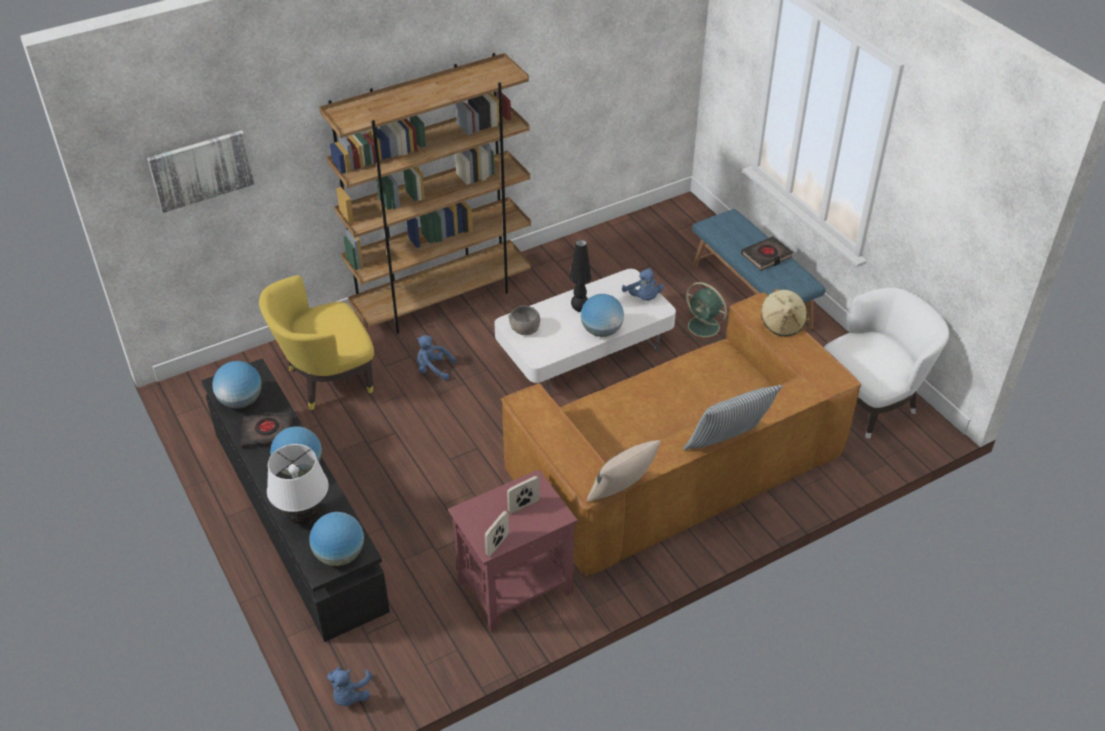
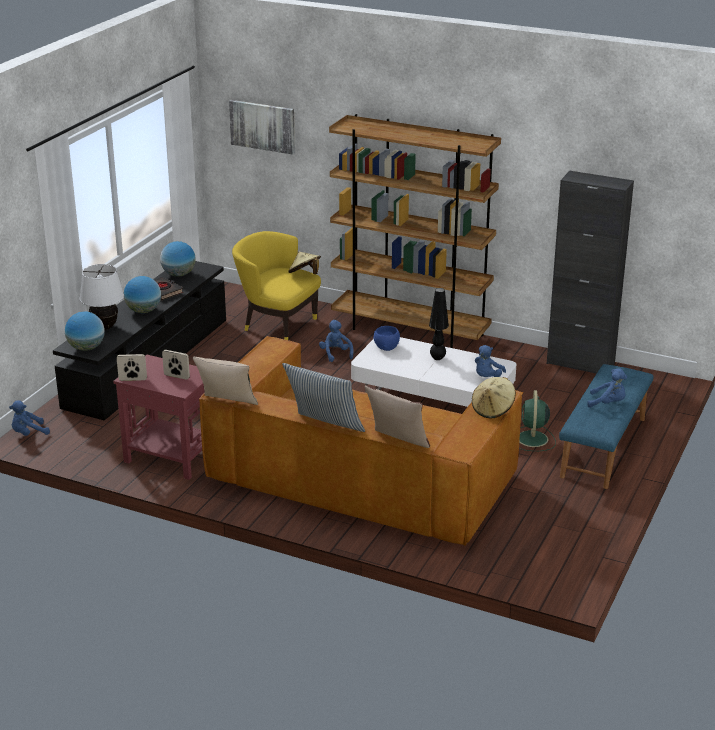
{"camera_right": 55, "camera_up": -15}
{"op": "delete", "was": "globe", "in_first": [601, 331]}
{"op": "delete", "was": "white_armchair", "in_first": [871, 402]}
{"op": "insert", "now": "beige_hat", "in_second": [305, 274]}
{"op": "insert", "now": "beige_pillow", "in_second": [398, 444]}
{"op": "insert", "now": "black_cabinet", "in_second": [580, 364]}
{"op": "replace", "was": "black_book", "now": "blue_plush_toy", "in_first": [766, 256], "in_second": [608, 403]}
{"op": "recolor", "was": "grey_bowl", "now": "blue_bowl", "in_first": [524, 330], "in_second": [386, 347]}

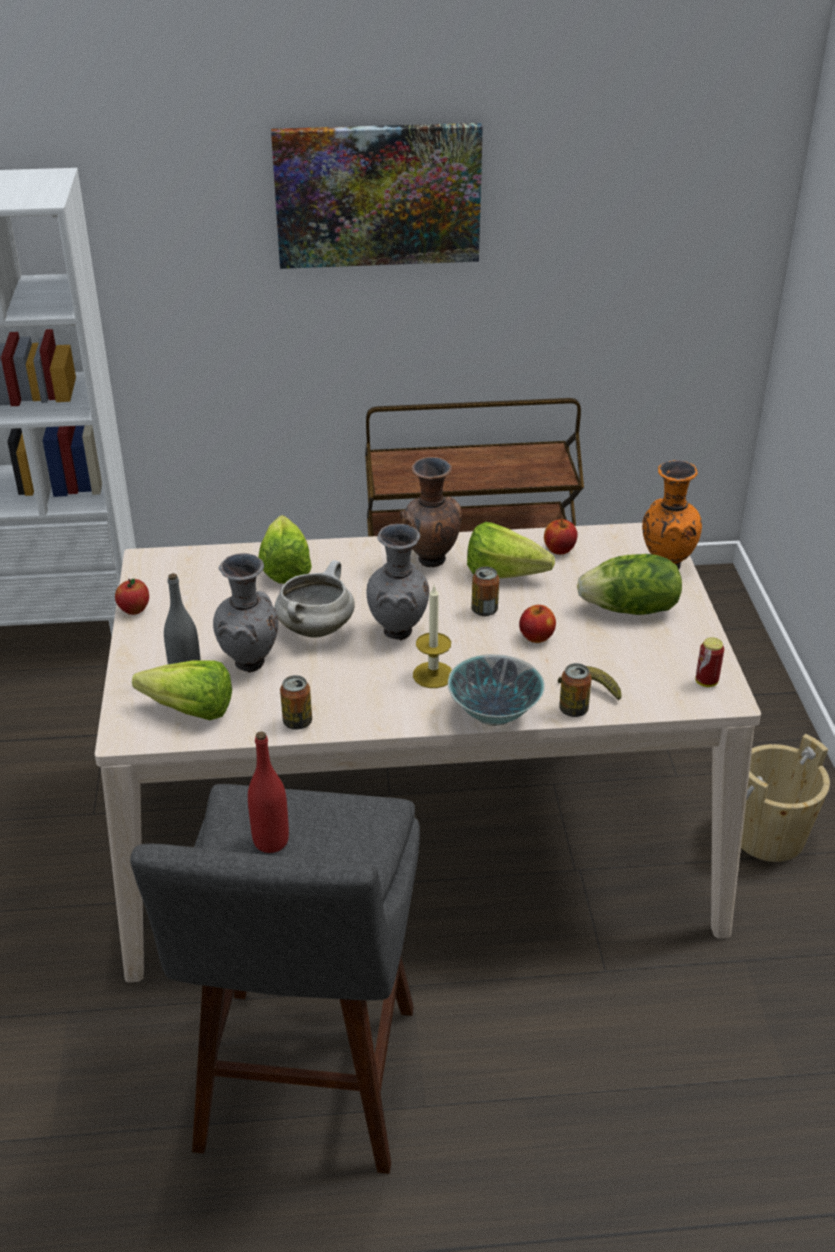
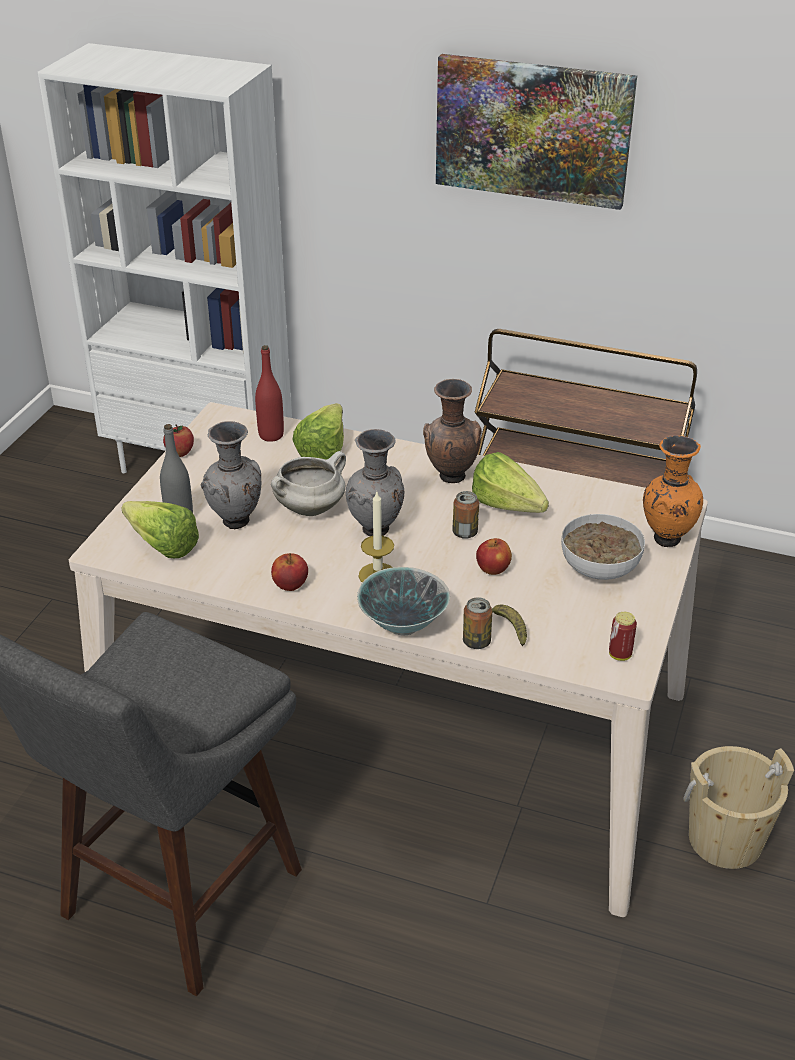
{"camera_right": 25, "camera_up": 0}
{"op": "delete", "was": "can", "in_first": [297, 722]}
{"op": "move", "was": "red_bottle", "in_first": [271, 841], "in_second": [271, 435]}
{"op": "move", "was": "apple", "in_first": [559, 550], "in_second": [290, 585]}
{"op": "replace", "was": "lettuce", "now": "bowl", "in_first": [630, 609], "in_second": [599, 569]}

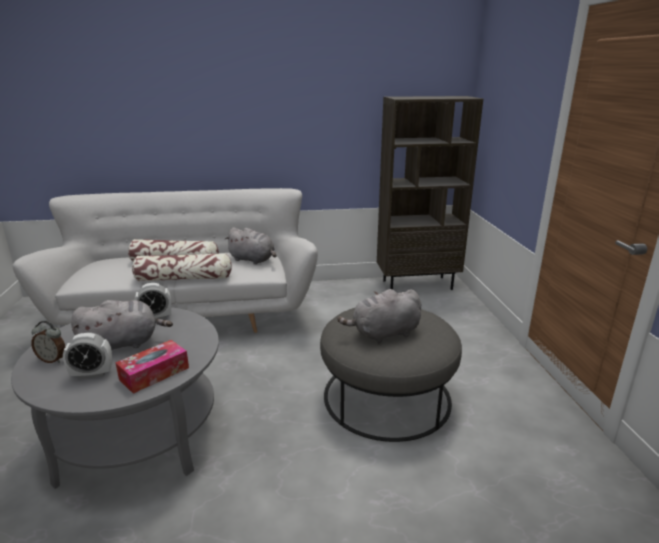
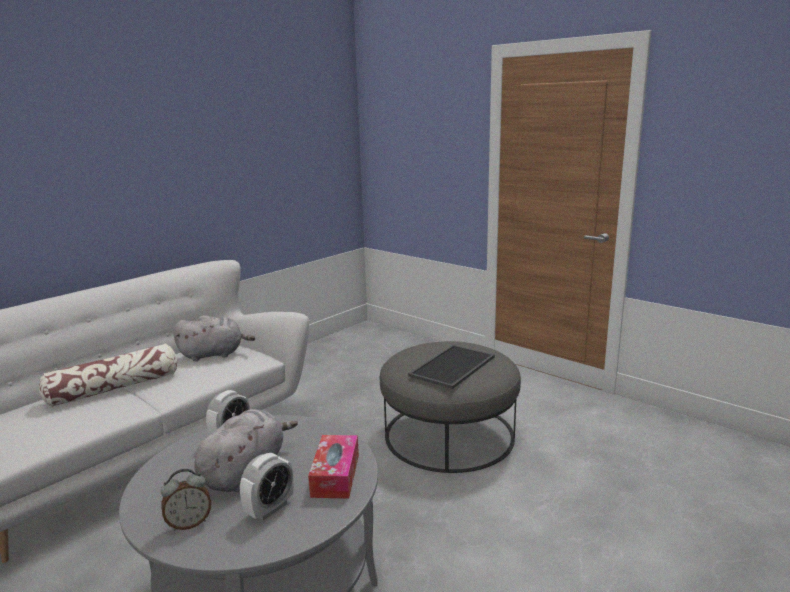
{"camera_right": -40, "camera_up": -5}
{"op": "delete", "was": "pillow", "in_first": [184, 278]}
{"op": "delete", "was": "brown_bookcase", "in_first": [417, 284]}
{"op": "replace", "was": "grey_plush_toy", "now": "tray", "in_first": [383, 334], "in_second": [453, 367]}

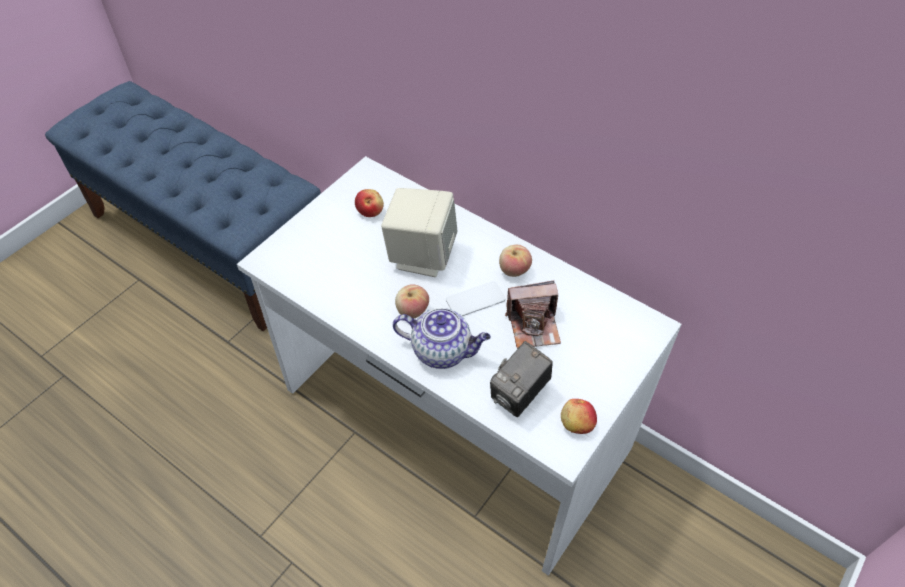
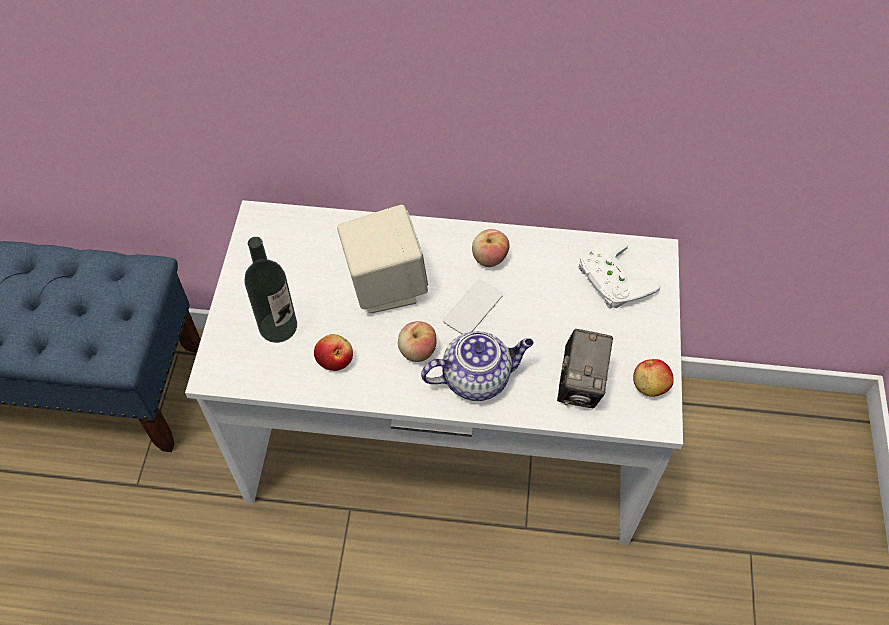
{"camera_right": -30, "camera_up": 5}
{"op": "delete", "was": "photo_camera", "in_first": [533, 326]}
{"op": "insert", "now": "bottle", "in_second": [278, 327]}
{"op": "insert", "now": "white_game_controller", "in_second": [611, 279]}
{"op": "move", "was": "apple", "in_first": [370, 211], "in_second": [335, 359]}

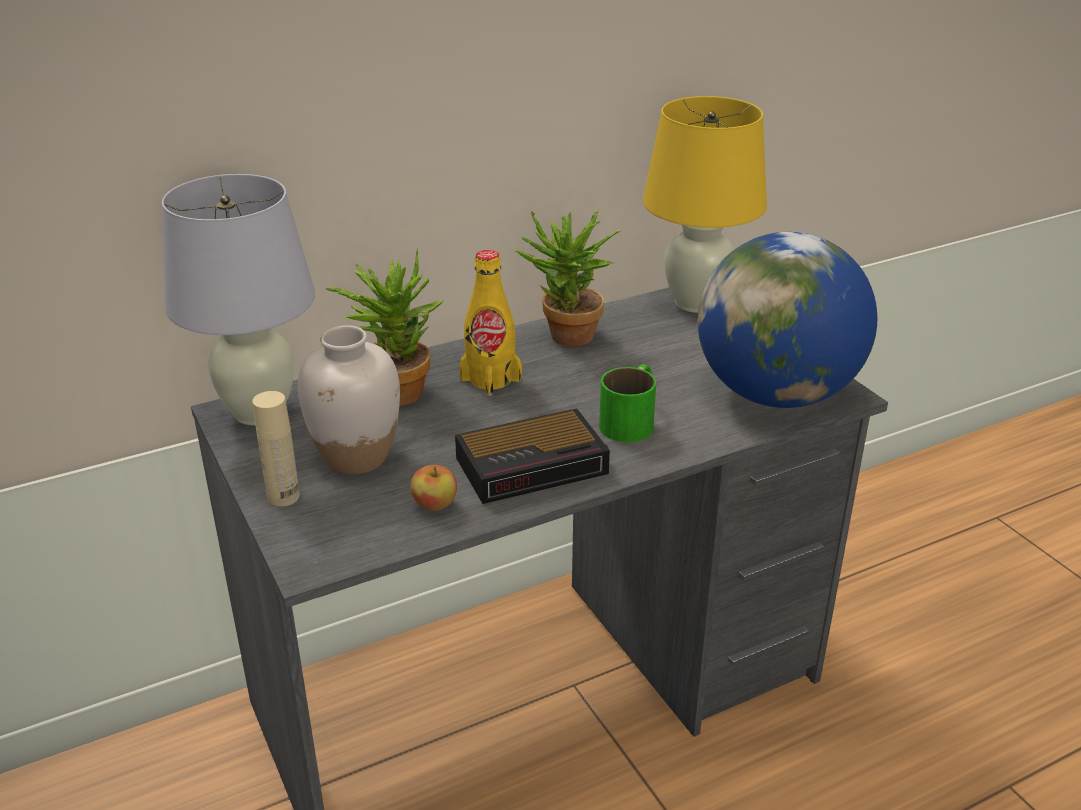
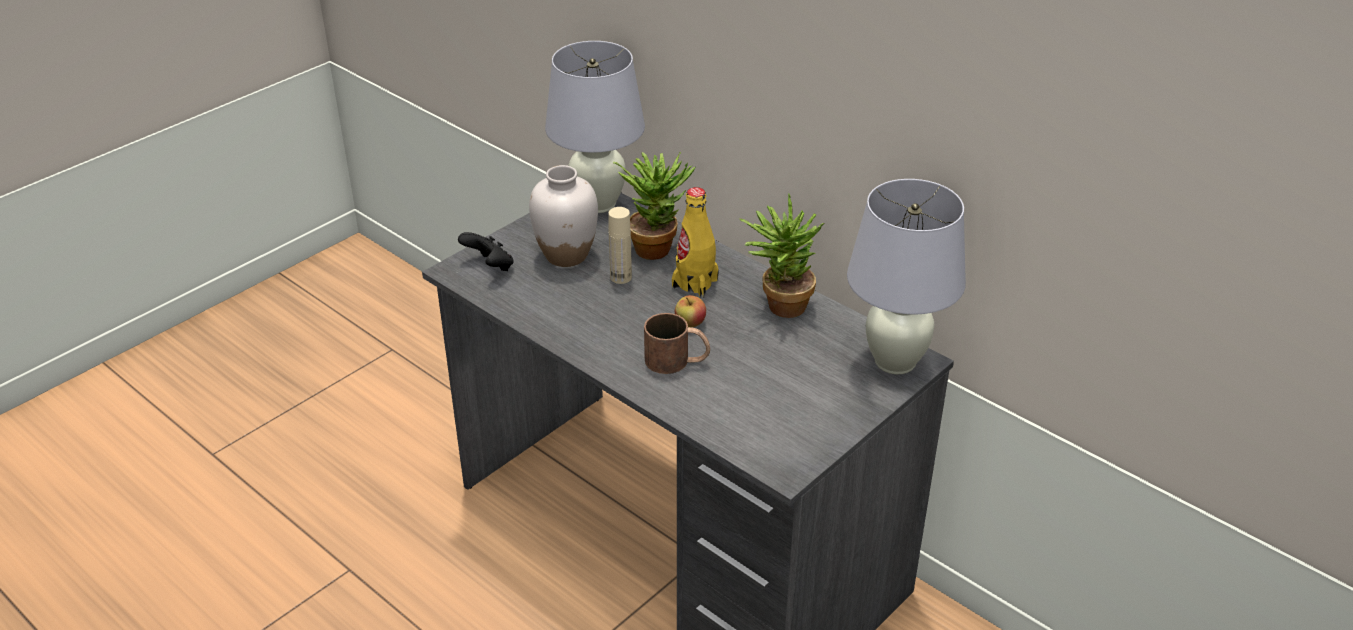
{"camera_right": 70, "camera_up": 5}
{"op": "delete", "was": "alarm_clock", "in_first": [535, 465]}
{"op": "delete", "was": "globe", "in_first": [776, 394]}
{"op": "insert", "now": "black_game_controller", "in_second": [490, 267]}
{"op": "move", "was": "beige_bottle", "in_first": [283, 496], "in_second": [621, 277]}
{"op": "move", "was": "apple", "in_first": [435, 505], "in_second": [690, 323]}
{"op": "recolor", "was": "green_mug", "now": "brown_mug", "in_first": [632, 420], "in_second": [677, 361]}
{"op": "recolor", "was": "yellow_table_lamp", "now": "white_table_lamp", "in_first": [696, 303], "in_second": [895, 361]}

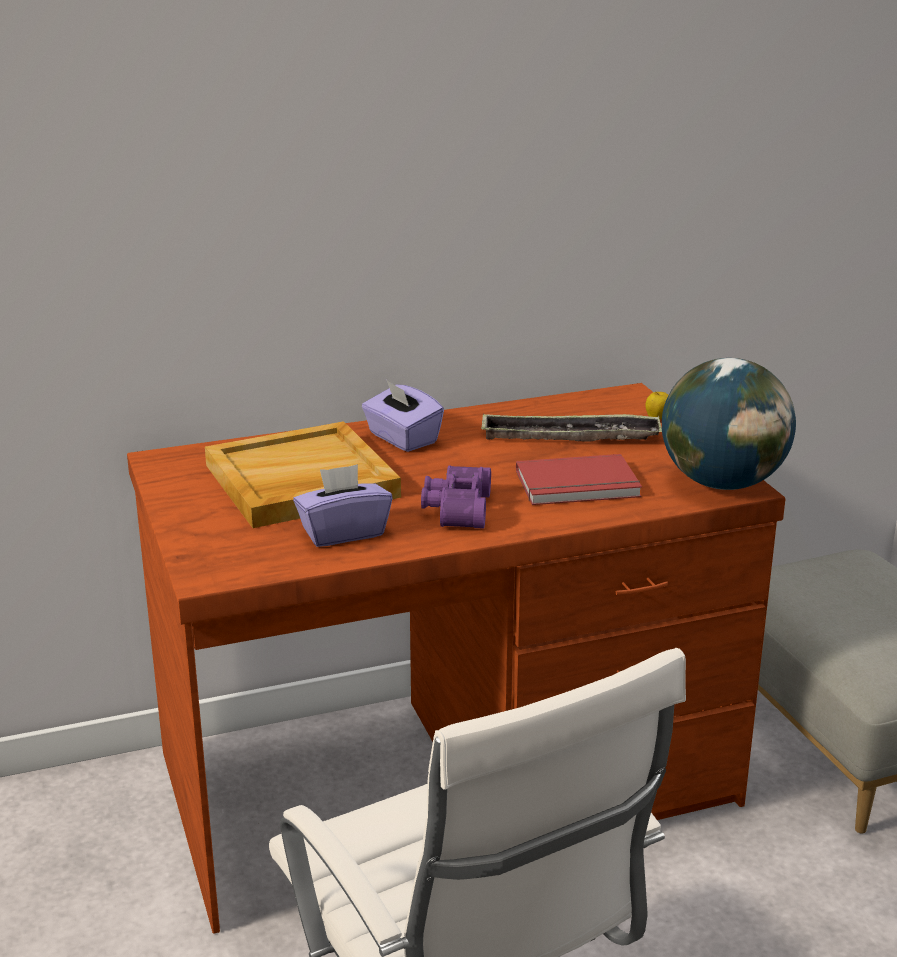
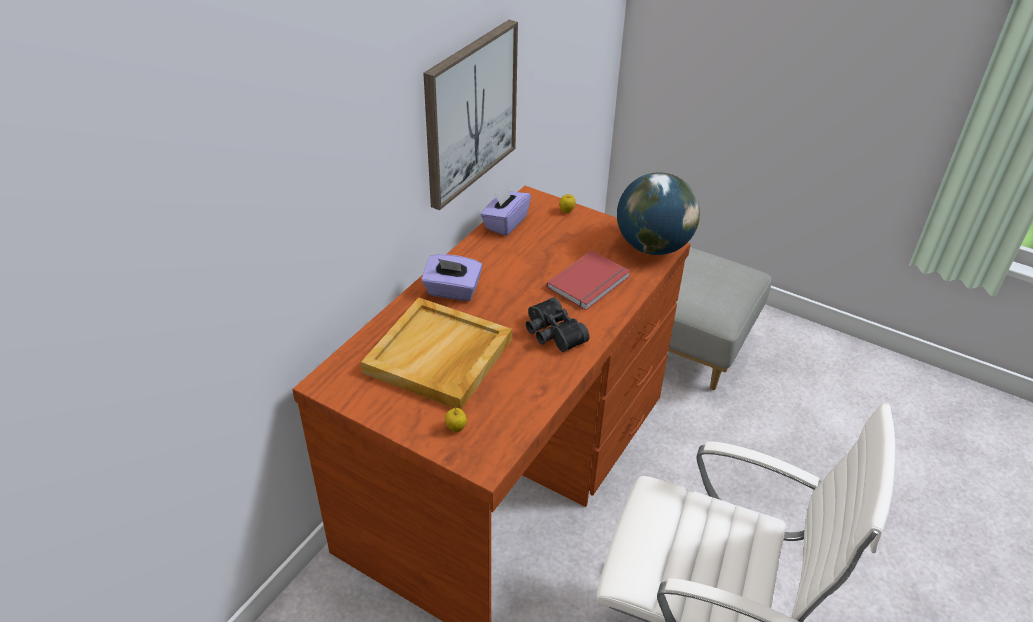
{"camera_right": -40, "camera_up": 15}
{"op": "delete", "was": "tray", "in_first": [570, 437]}
{"op": "insert", "now": "picture", "in_second": [469, 113]}
{"op": "insert", "now": "apple", "in_second": [456, 428]}
{"op": "move", "was": "purple_tissue_box", "in_first": [343, 532], "in_second": [505, 223]}
{"op": "recolor", "was": "purple_binoculars", "now": "black_binoculars", "in_first": [455, 509], "in_second": [552, 334]}

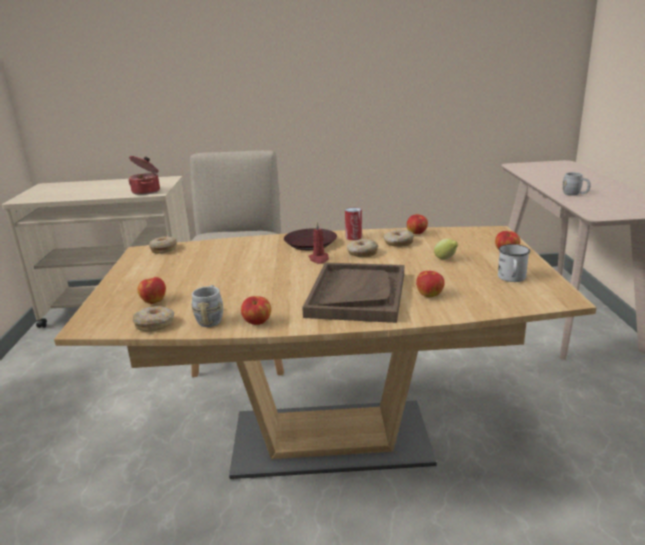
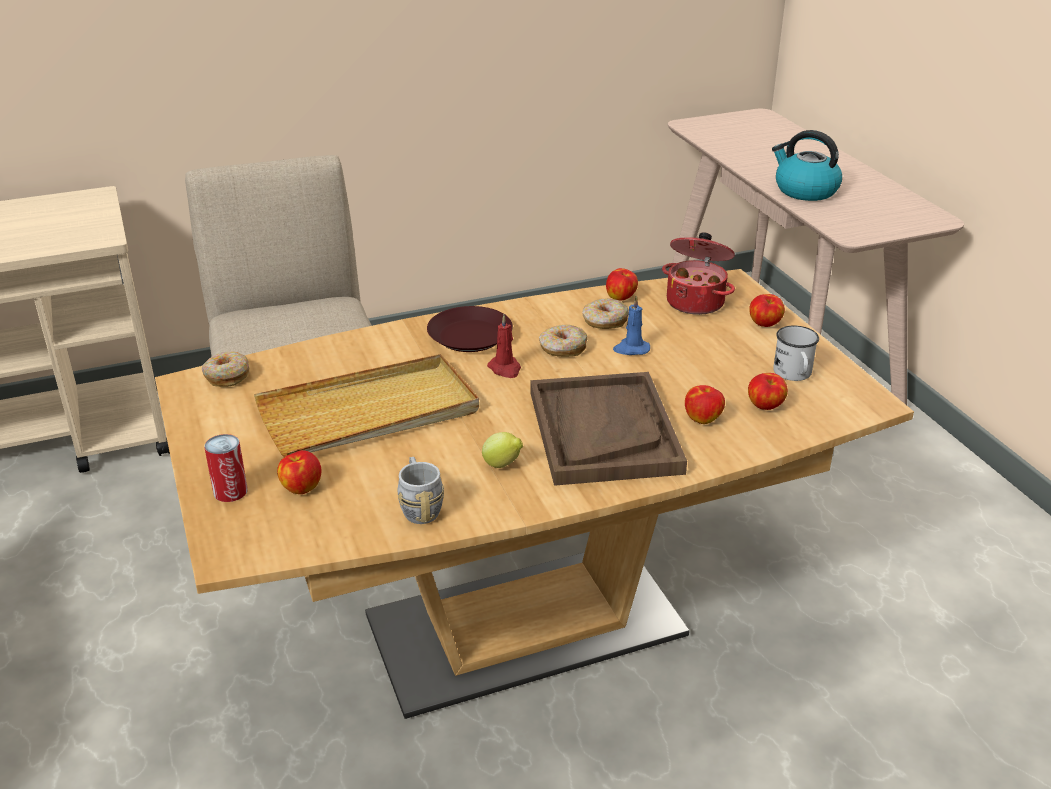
{"camera_right": -20, "camera_up": 10}
{"op": "delete", "was": "donut", "in_first": [155, 324]}
{"op": "insert", "now": "beige_tray", "in_second": [370, 413]}
{"op": "insert", "now": "blue_candle", "in_second": [631, 349]}
{"op": "move", "was": "cooking_pot", "in_first": [147, 191], "in_second": [696, 302]}
{"op": "move", "was": "apple", "in_first": [257, 323], "in_second": [765, 406]}
{"op": "move", "was": "can", "in_first": [353, 237], "in_second": [230, 491]}
{"op": "move", "was": "lemon", "in_first": [446, 259], "in_second": [503, 465]}
{"op": "replace", "was": "grey_mug", "now": "kettle", "in_first": [575, 194], "in_second": [804, 190]}

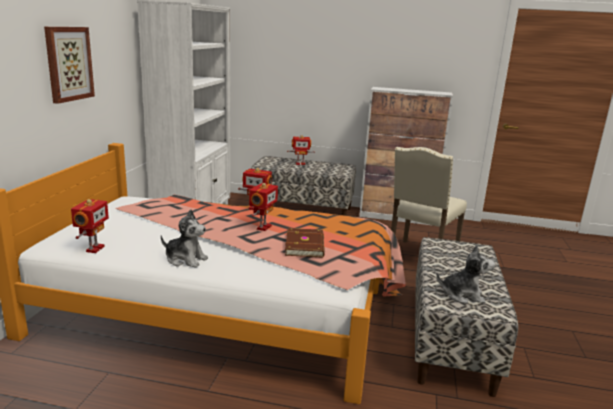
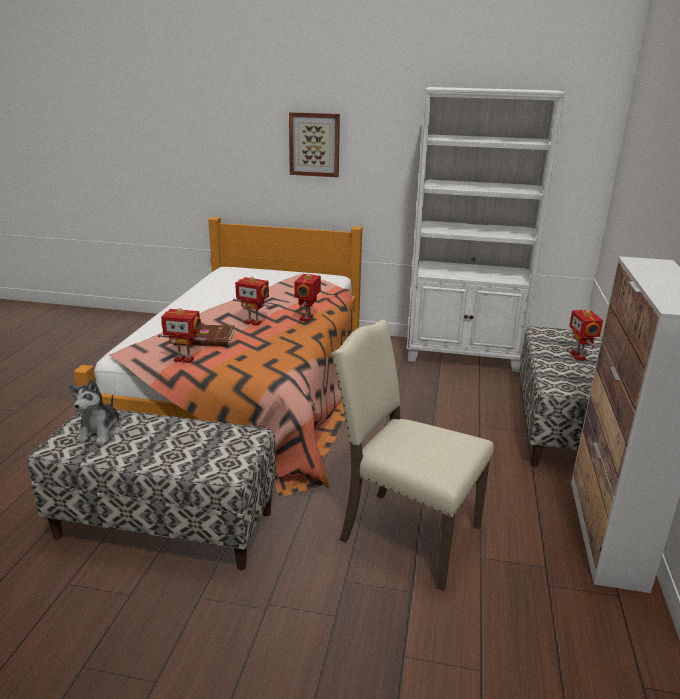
{"camera_right": 90, "camera_up": 5}
{"op": "delete", "was": "plush_toy", "in_first": [185, 259]}
{"op": "move", "was": "toy_robot", "in_first": [94, 249], "in_second": [184, 359]}

